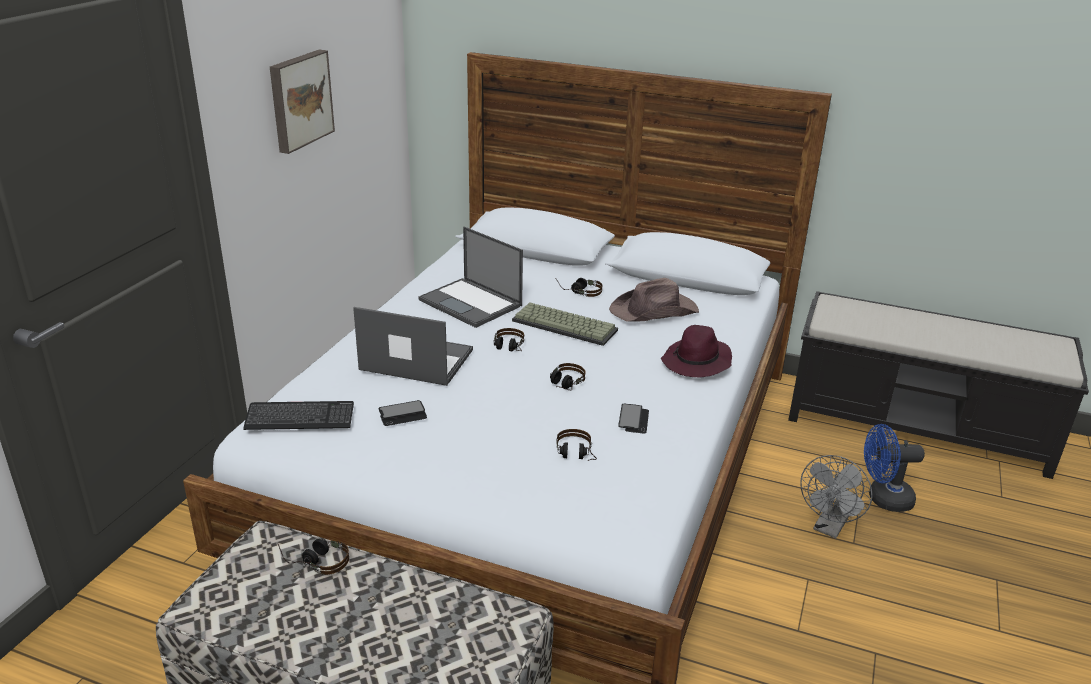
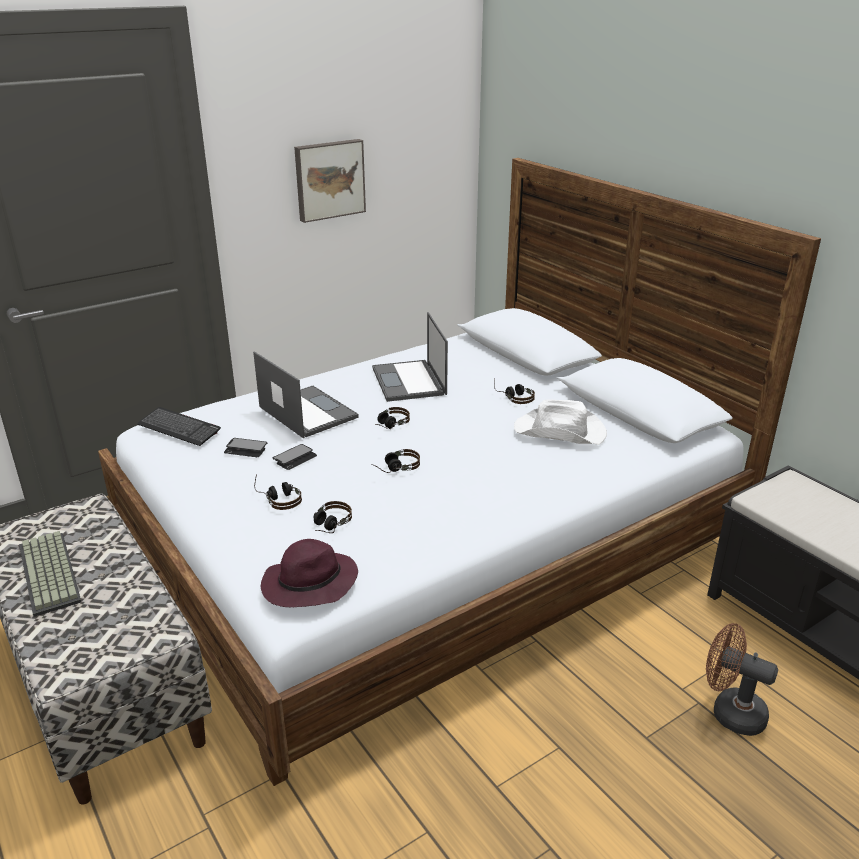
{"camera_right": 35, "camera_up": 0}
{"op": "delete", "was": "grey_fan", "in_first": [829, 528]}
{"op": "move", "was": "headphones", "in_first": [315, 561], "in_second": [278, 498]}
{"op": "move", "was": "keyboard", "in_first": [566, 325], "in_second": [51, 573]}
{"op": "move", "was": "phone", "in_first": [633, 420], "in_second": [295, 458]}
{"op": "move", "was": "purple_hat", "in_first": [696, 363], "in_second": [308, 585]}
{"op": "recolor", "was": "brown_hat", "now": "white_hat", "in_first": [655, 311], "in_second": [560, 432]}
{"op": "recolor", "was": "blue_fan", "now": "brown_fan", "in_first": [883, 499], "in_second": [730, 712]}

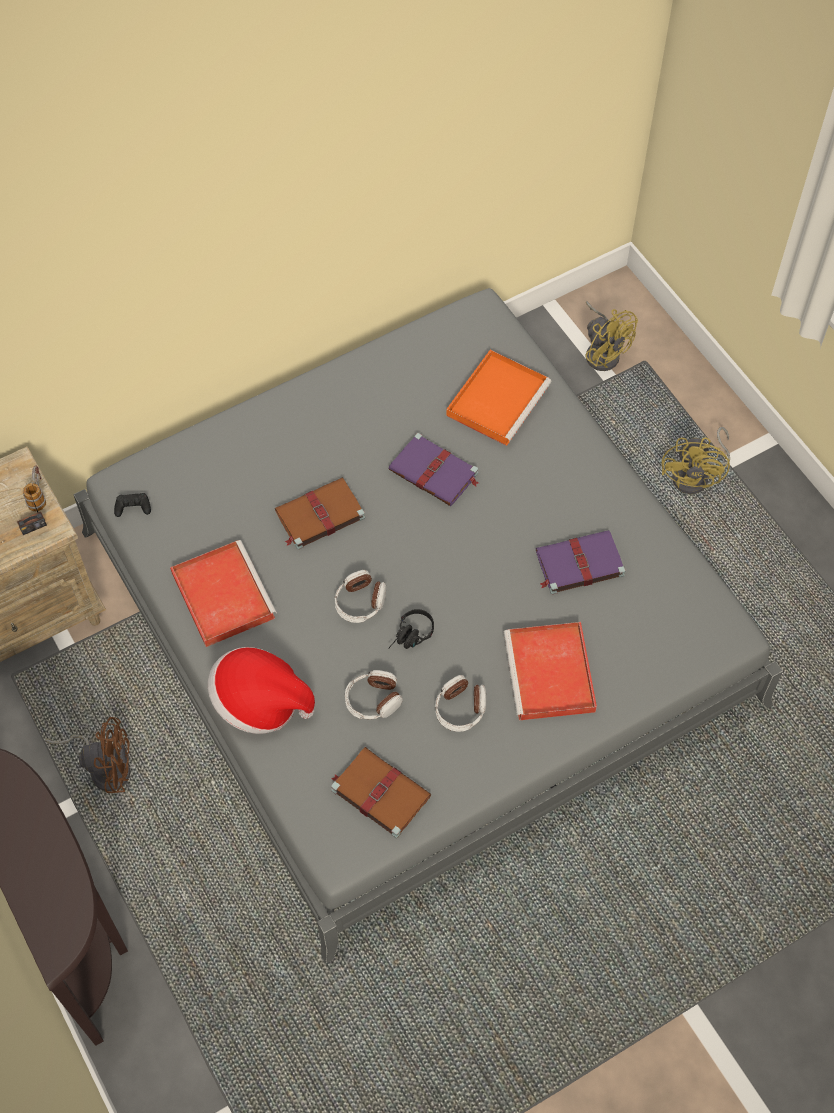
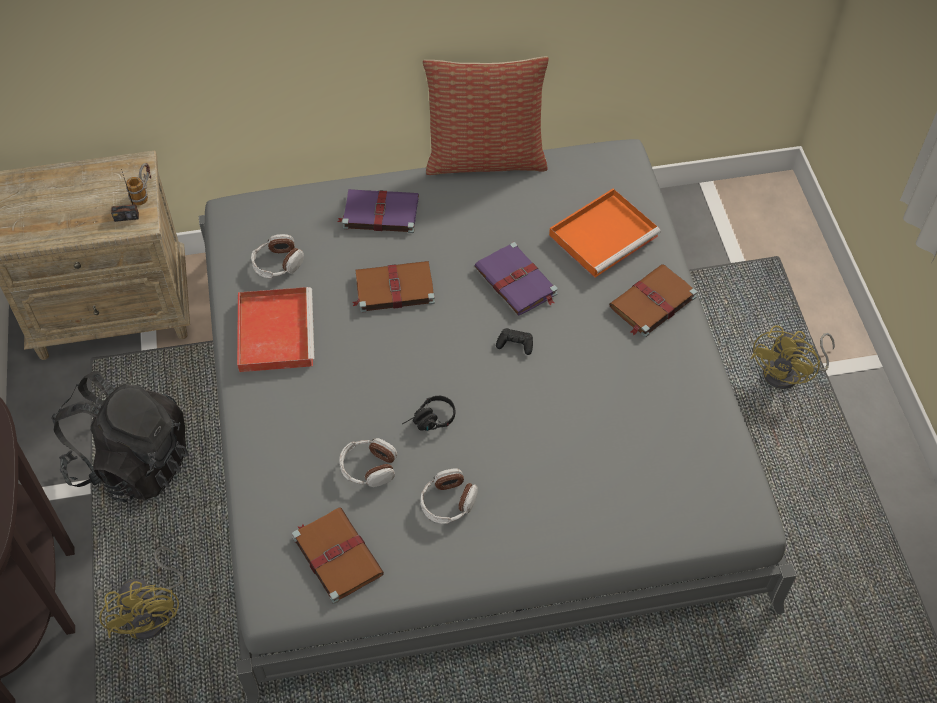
{"camera_right": 20, "camera_up": -5}
{"op": "delete", "was": "hat", "in_first": [260, 702]}
{"op": "delete", "was": "red_tray", "in_first": [551, 675]}
{"op": "insert", "now": "pillow", "in_second": [485, 158]}
{"op": "insert", "now": "brown_book", "in_second": [651, 303]}
{"op": "move", "was": "black_game_controller", "in_first": [133, 507], "in_second": [515, 344]}
{"op": "move", "was": "headphones", "in_first": [360, 602], "in_second": [277, 264]}
{"op": "move", "was": "purple_book", "in_first": [578, 564], "in_second": [379, 213]}
{"op": "move", "was": "yellow_fan", "in_first": [603, 351], "in_second": [154, 613]}
{"op": "replace", "was": "brown_fan", "now": "black_backpack", "in_first": [105, 767], "in_second": [132, 462]}

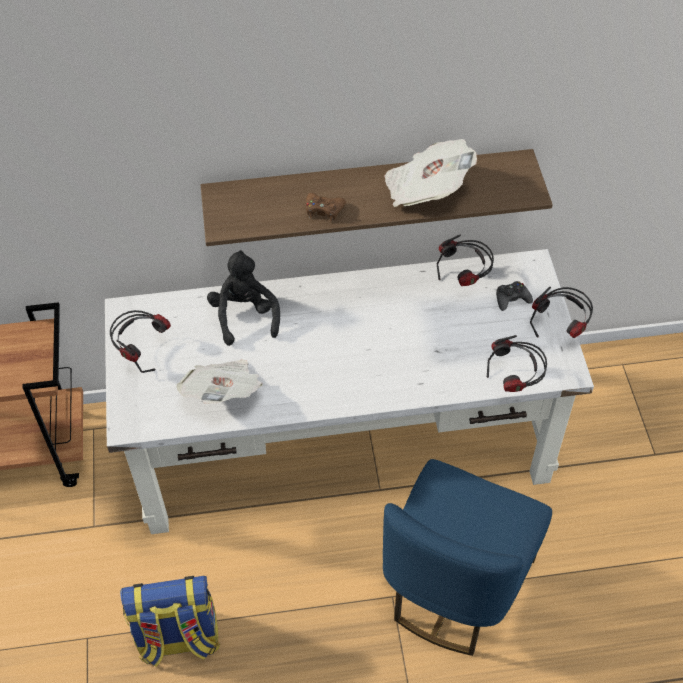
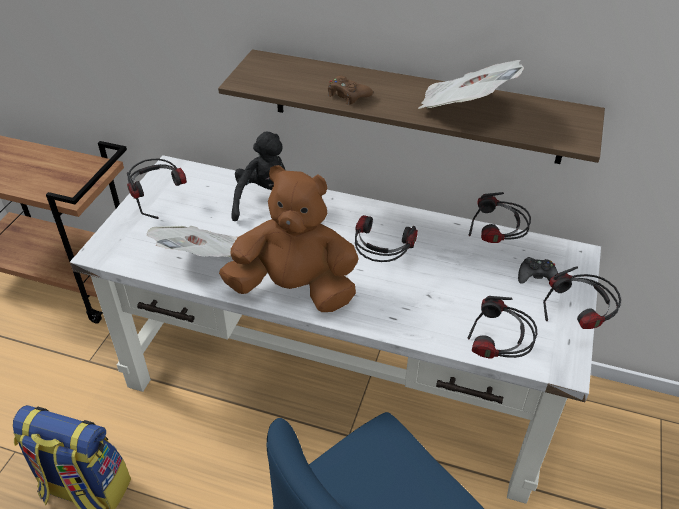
{"camera_right": 25, "camera_up": -10}
{"op": "insert", "now": "brown_plush_toy", "in_second": [295, 289]}
{"op": "insert", "now": "headphones", "in_second": [381, 263]}

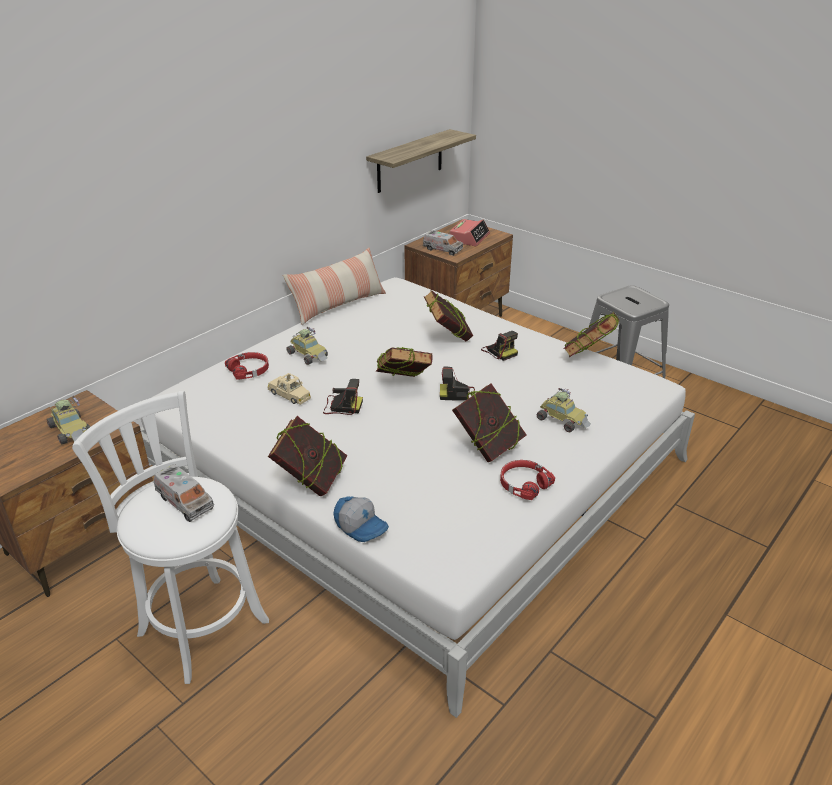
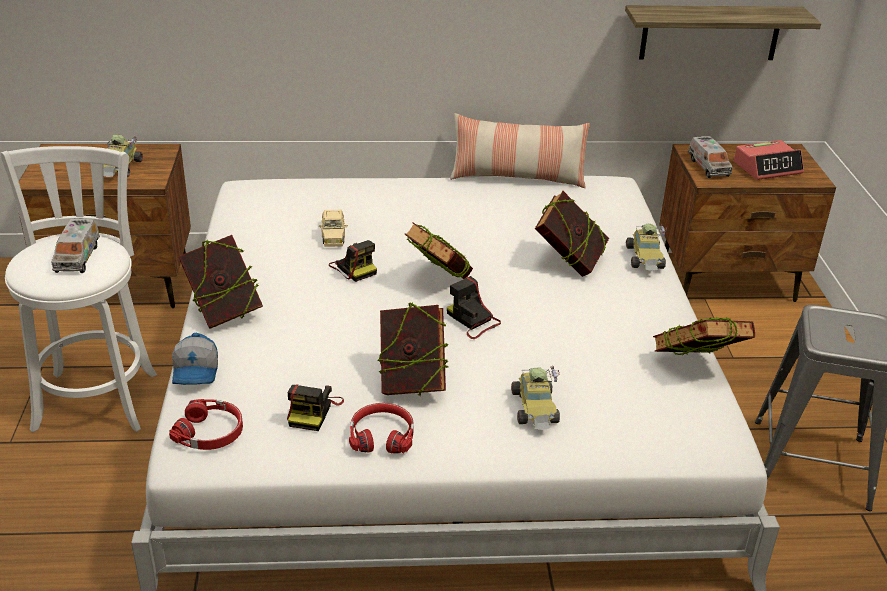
{"camera_right": 45, "camera_up": 0}
{"op": "move", "was": "red_headphones", "in_first": [249, 370], "in_second": [210, 433]}
{"op": "move", "was": "toy_car", "in_first": [308, 355], "in_second": [646, 258]}
{"op": "move", "was": "photo_camera", "in_first": [499, 351], "in_second": [313, 411]}

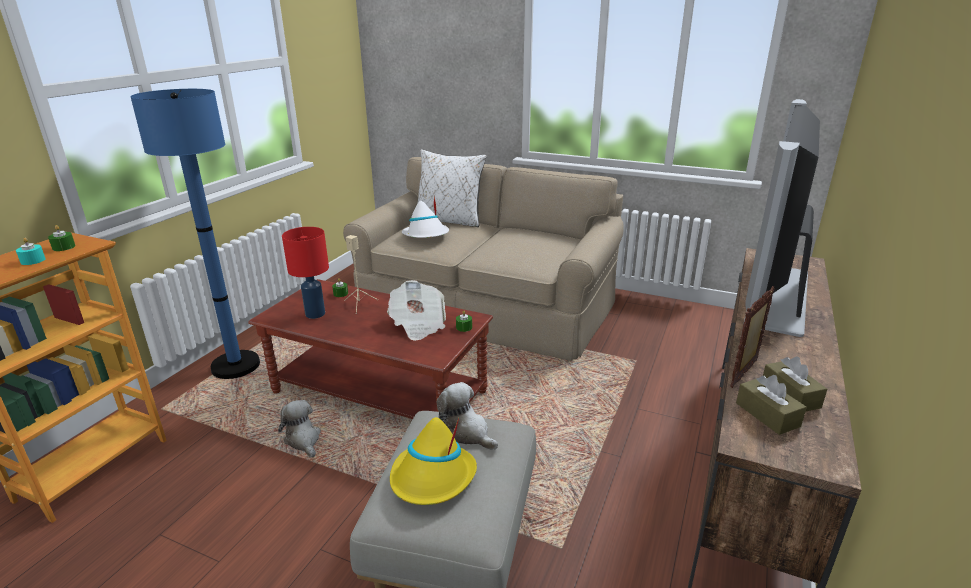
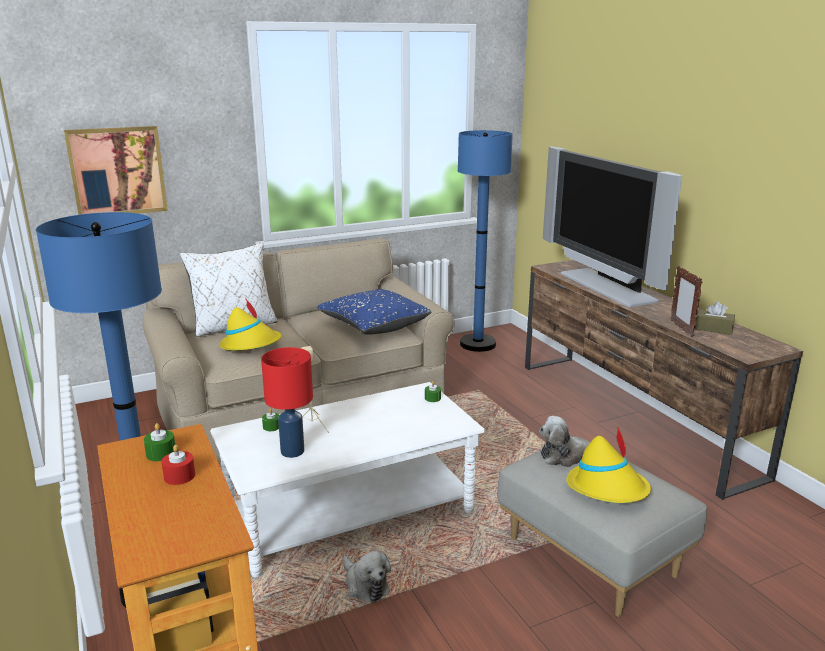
{"camera_right": -50, "camera_up": -5}
{"op": "delete", "was": "newspaper", "in_first": [418, 324]}
{"op": "delete", "was": "brown_tissue_box", "in_first": [767, 414]}
{"op": "insert", "now": "picture", "in_second": [117, 171]}
{"op": "insert", "now": "blue_pillow", "in_second": [374, 325]}
{"op": "insert", "now": "blue_floor_lamp", "in_second": [477, 344]}
{"op": "recolor", "was": "turquoise_candle", "now": "red_candle", "in_first": [33, 260], "in_second": [179, 476]}
{"op": "recolor", "was": "brown_coffee_table", "now": "white_coffee_table", "in_first": [379, 392], "in_second": [351, 514]}
{"op": "recolor", "was": "white_hat", "now": "yellow_hat", "in_first": [426, 235], "in_second": [251, 344]}
{"op": "rotate", "was": "plush_toy", "in_first": [303, 440], "in_second": [365, 585], "clockwise": -135}

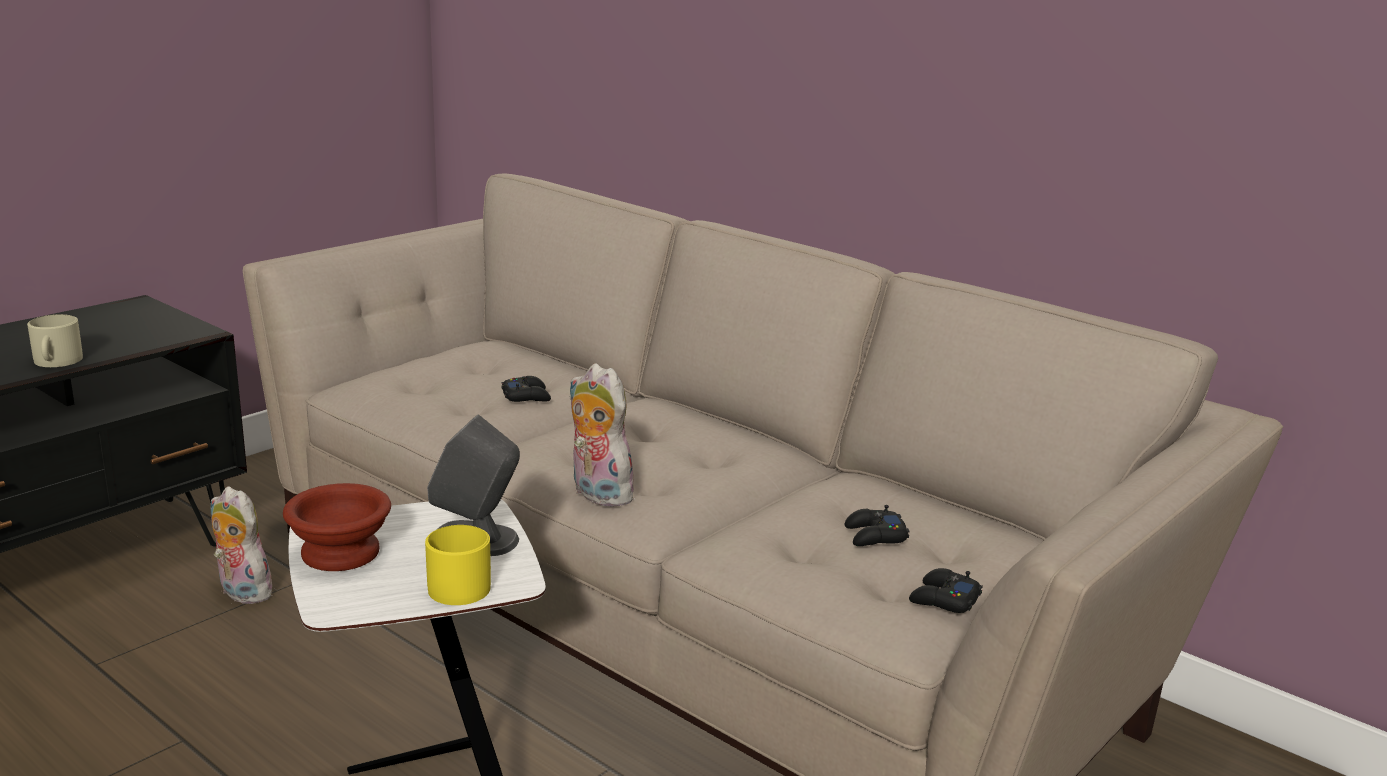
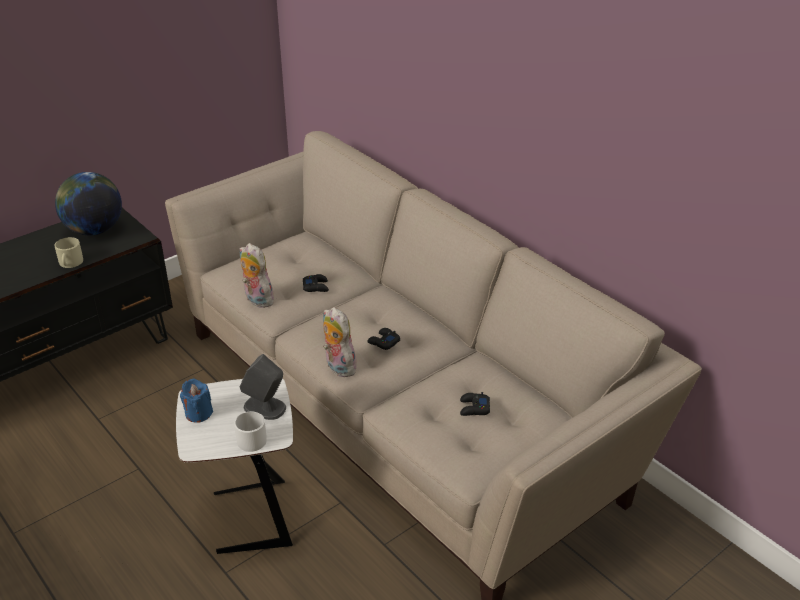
{"camera_right": 10, "camera_up": 15}
{"op": "insert", "now": "globe", "in_second": [94, 230]}
{"op": "move", "was": "plush_toy", "in_first": [241, 592], "in_second": [256, 300]}
{"op": "move", "was": "black_game_controller", "in_first": [943, 600], "in_second": [383, 342]}
{"op": "replace", "was": "brown_bowl", "now": "blue_candle", "in_first": [337, 553], "in_second": [198, 413]}
{"op": "recolor", "was": "yellow_mug", "now": "white_mug", "in_first": [456, 585], "in_second": [250, 438]}

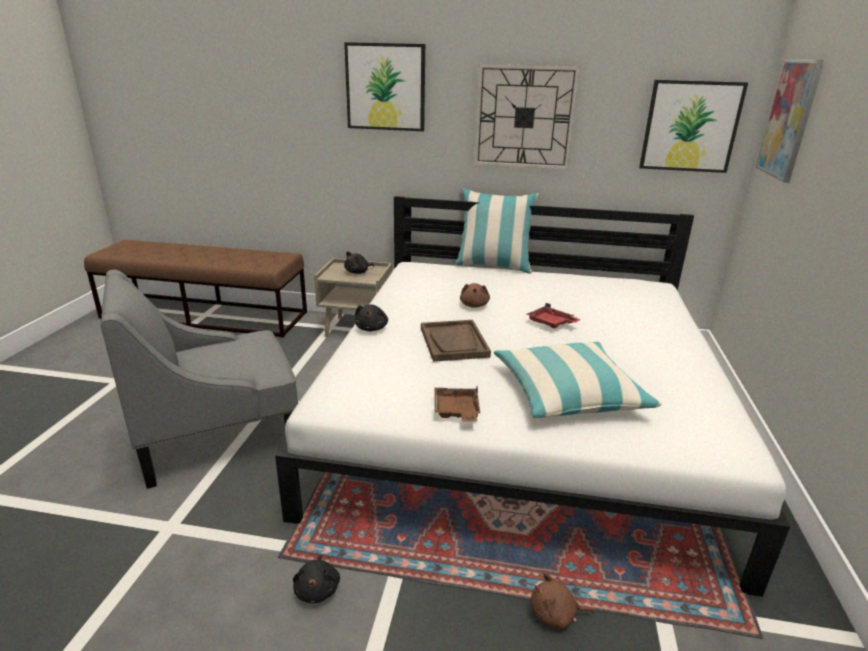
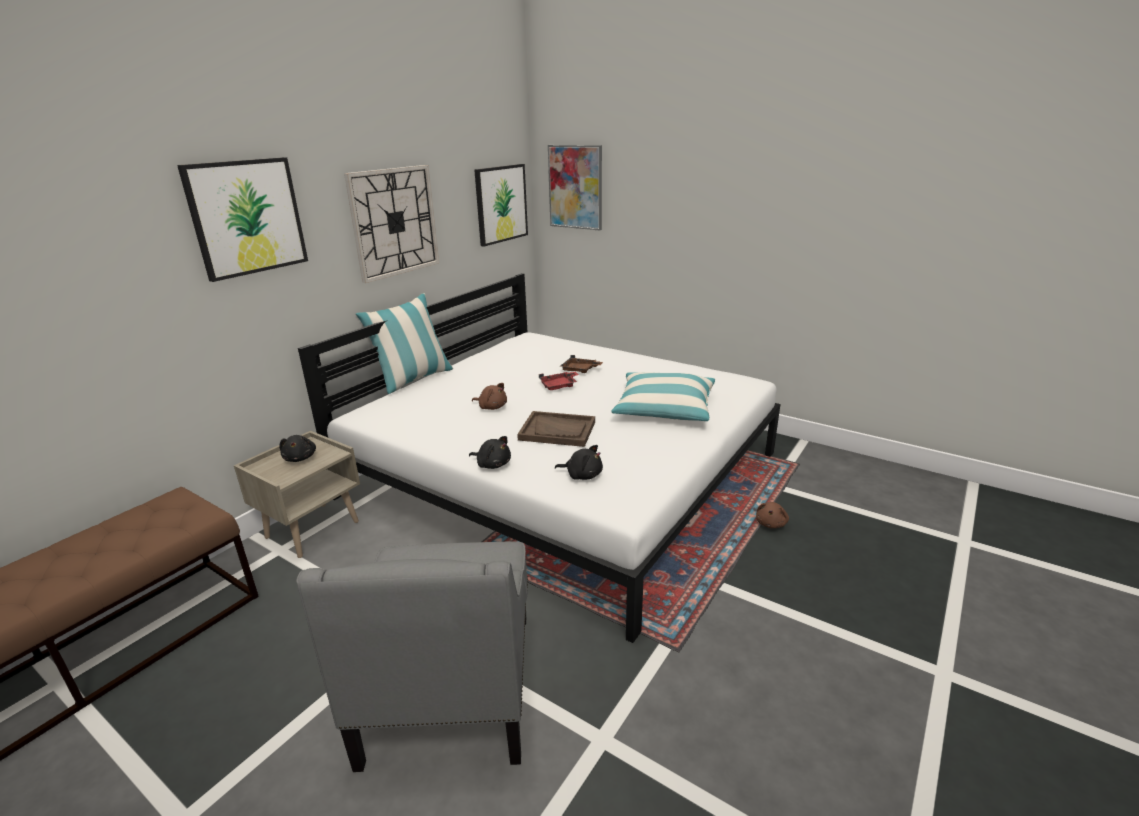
{"camera_right": -65, "camera_up": 0}
{"op": "move", "was": "black_plush_toy", "in_first": [317, 589], "in_second": [582, 475]}
{"op": "move", "was": "brown_tray", "in_first": [456, 411], "in_second": [580, 370]}

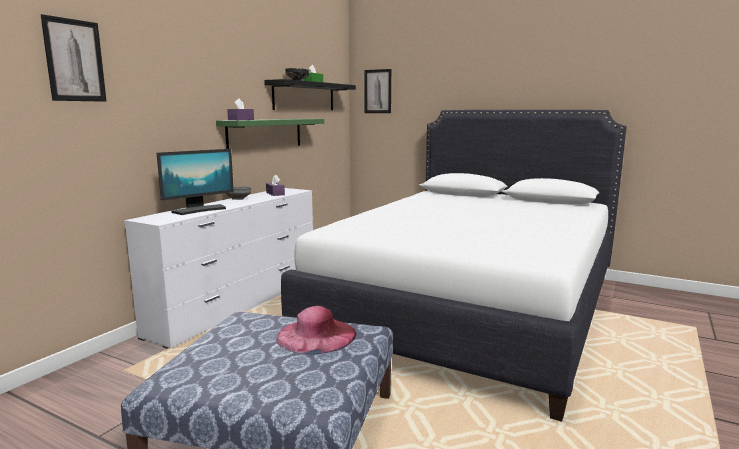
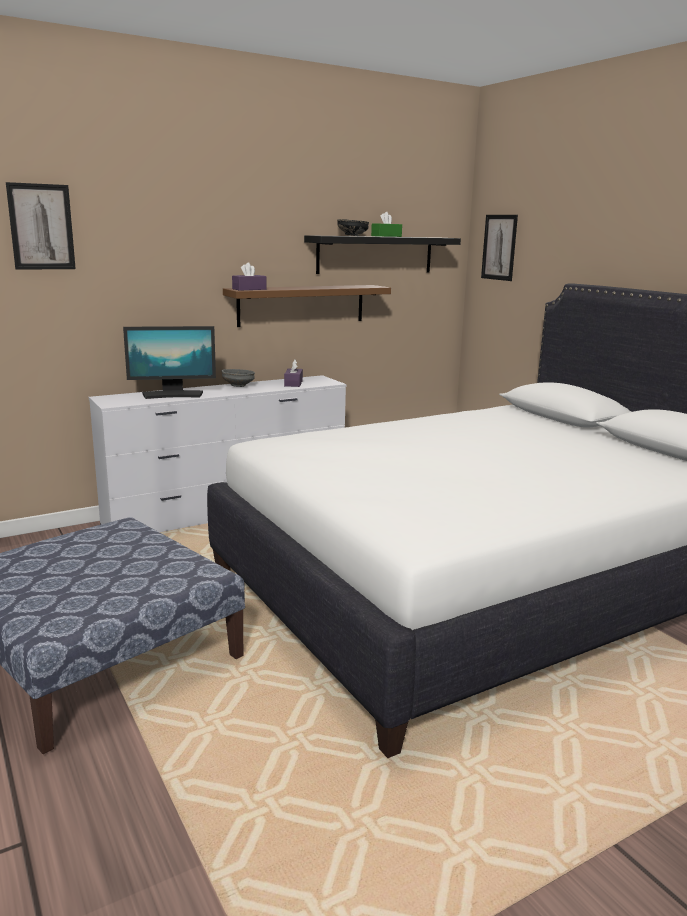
{"camera_right": 30, "camera_up": 5}
{"op": "delete", "was": "pink_hat", "in_first": [316, 335]}
{"op": "recolor", "was": "green_shelf", "now": "brown_shelf", "in_first": [265, 134], "in_second": [302, 305]}

